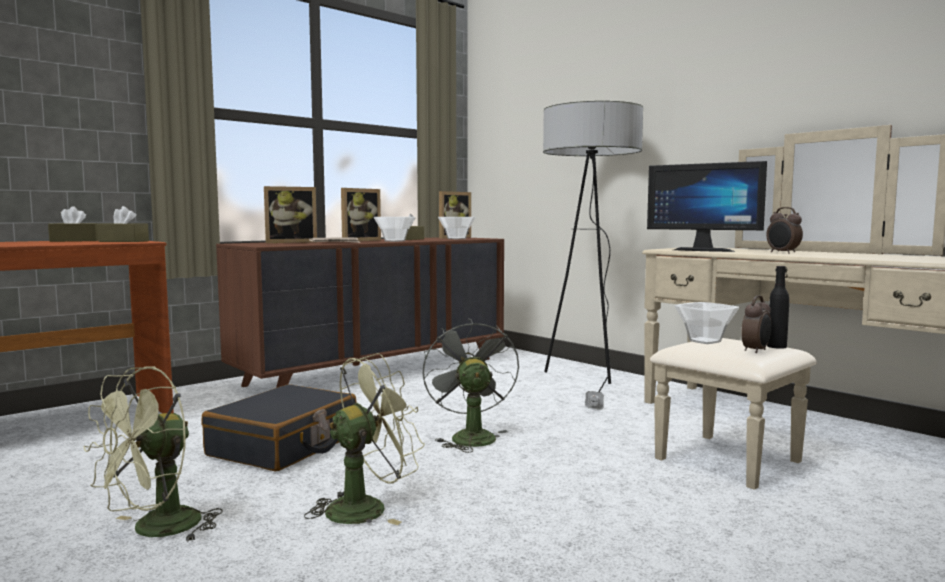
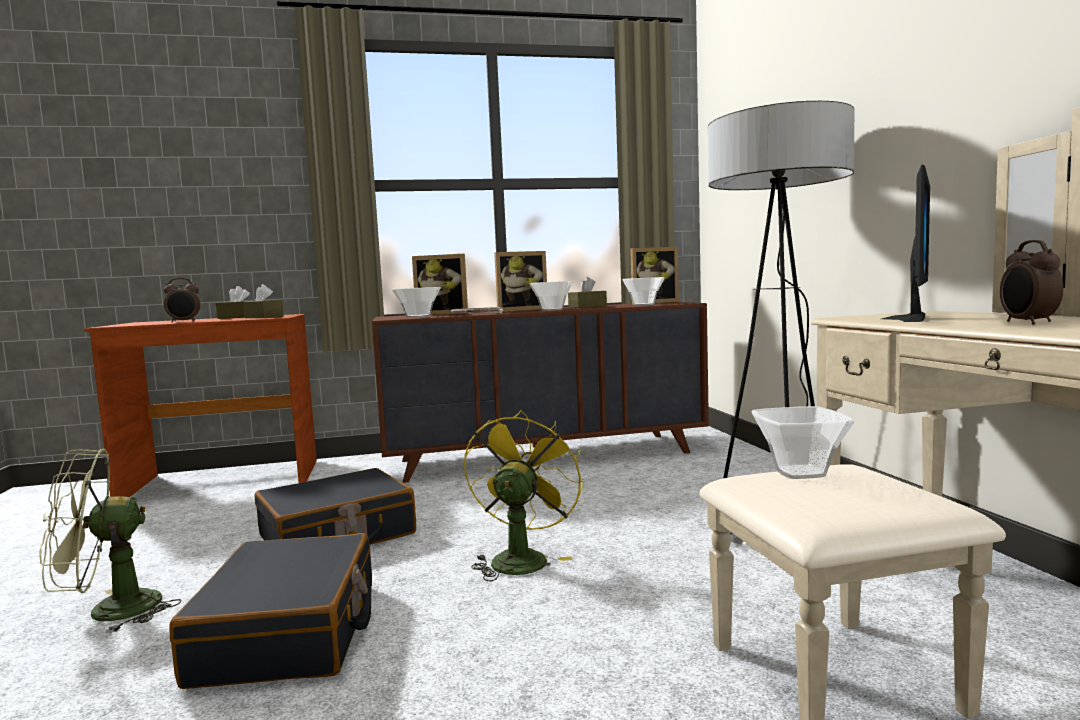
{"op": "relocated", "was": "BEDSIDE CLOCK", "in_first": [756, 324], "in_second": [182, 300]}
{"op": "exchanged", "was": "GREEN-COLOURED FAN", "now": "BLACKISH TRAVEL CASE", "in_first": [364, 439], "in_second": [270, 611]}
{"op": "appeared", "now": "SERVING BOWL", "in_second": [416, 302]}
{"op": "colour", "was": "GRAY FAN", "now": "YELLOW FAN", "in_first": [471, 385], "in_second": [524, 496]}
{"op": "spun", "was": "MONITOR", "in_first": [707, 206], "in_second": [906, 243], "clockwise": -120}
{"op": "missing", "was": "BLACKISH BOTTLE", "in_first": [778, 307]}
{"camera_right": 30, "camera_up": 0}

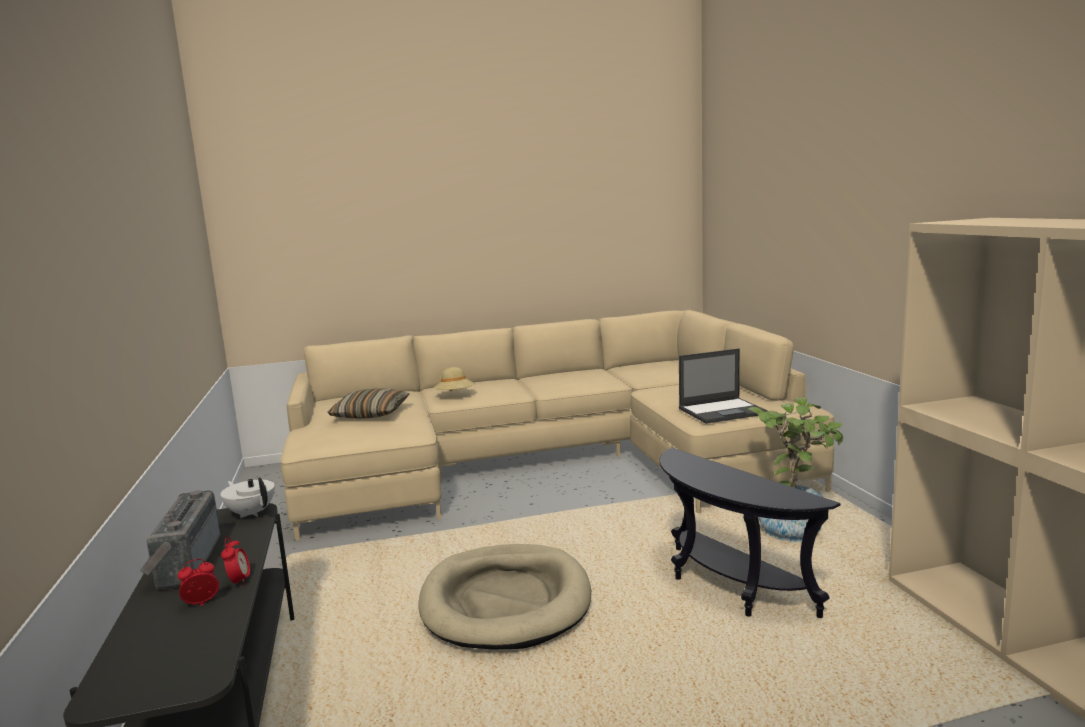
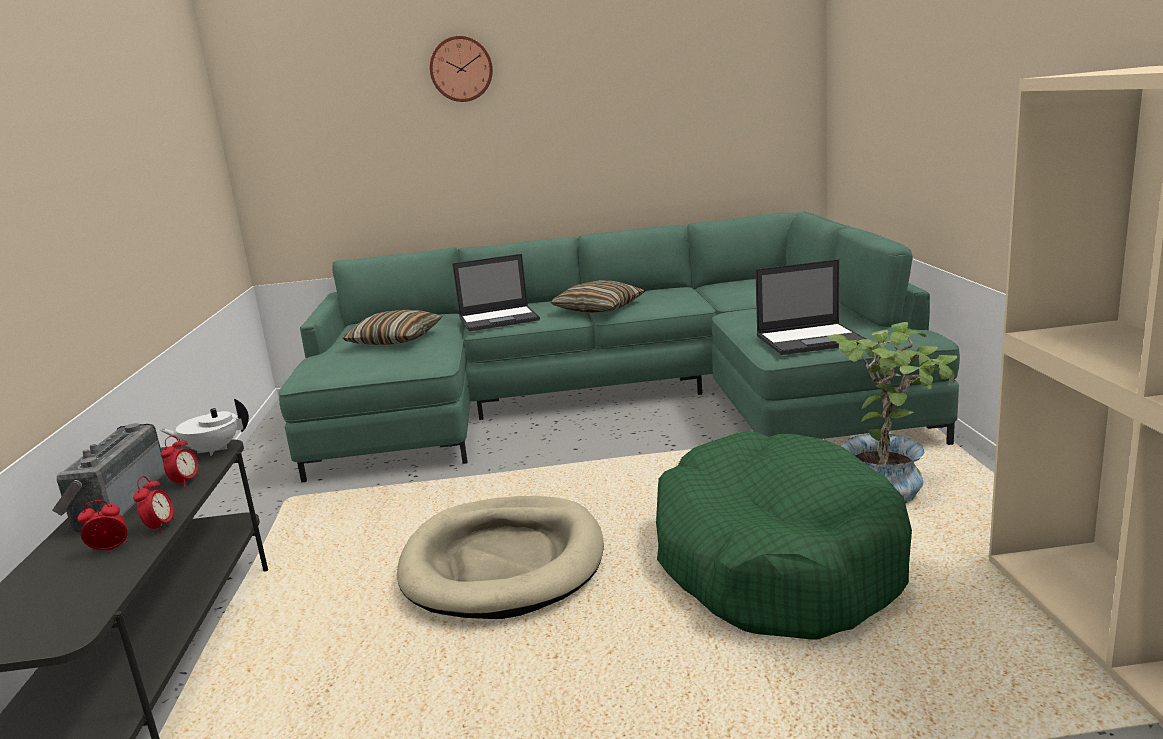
{"op": "spun", "was": "WHITISH TEAPOT", "in_first": [248, 497], "in_second": [204, 427], "clockwise": -60}
{"op": "appeared", "now": "BEDSIDE CLOCK", "in_second": [180, 461]}
{"op": "colour", "was": "SAND-COLOURED COUCH", "now": "GREEN-COLOURED COUCH", "in_first": [557, 425], "in_second": [619, 346]}
{"op": "appeared", "now": "HANGING CLOCK", "in_second": [461, 69]}
{"op": "exchanged", "was": "SAND-COLOURED HAT", "now": "PORTABLE COMPUTER", "in_first": [454, 379], "in_second": [496, 292]}
{"op": "appeared", "now": "THROW PILLOW", "in_second": [598, 296]}
{"op": "exchanged", "was": "BLACKISH ACCENT TABLE", "now": "GREEN-COLOURED DOG CUSHION", "in_first": [750, 533], "in_second": [784, 535]}
{"camera_right": 10, "camera_up": 5}

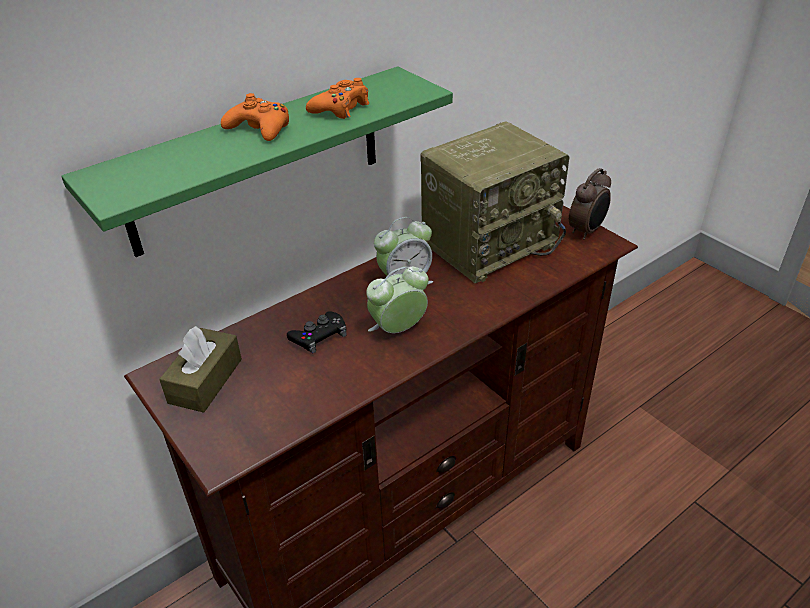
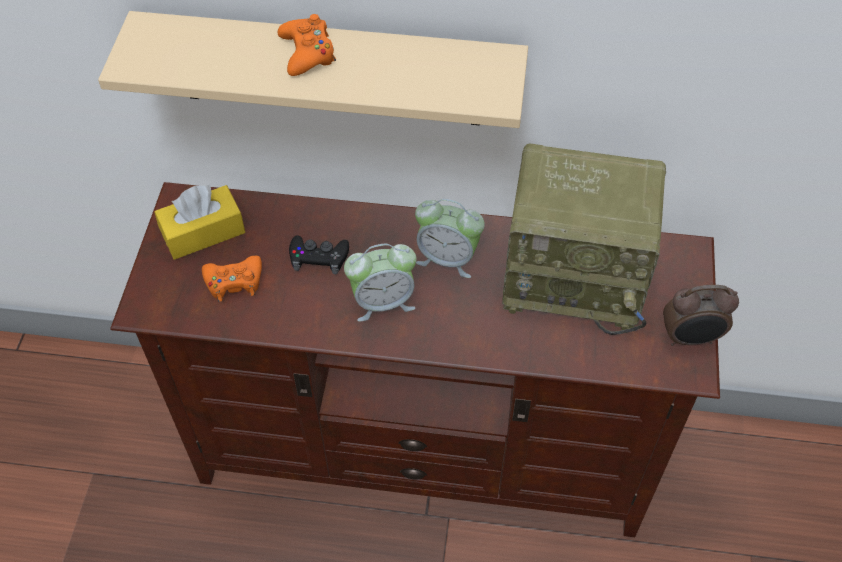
{"op": "colour", "was": "GREEN-COLOURED SHELF", "now": "SAND-COLOURED SHELF", "in_first": [257, 161], "in_second": [313, 69]}
{"op": "colour", "was": "BROWNISH BOX OF TISSUES", "now": "YELLOW BOX OF TISSUES", "in_first": [200, 369], "in_second": [199, 222]}
{"op": "relocated", "was": "ORANGE-COLOURED GAMEPAD", "in_first": [337, 98], "in_second": [232, 279]}
{"op": "spun", "was": "BEDSIDE CLOCK", "in_first": [397, 300], "in_second": [380, 283], "clockwise": 150}
{"camera_right": 45, "camera_up": 15}

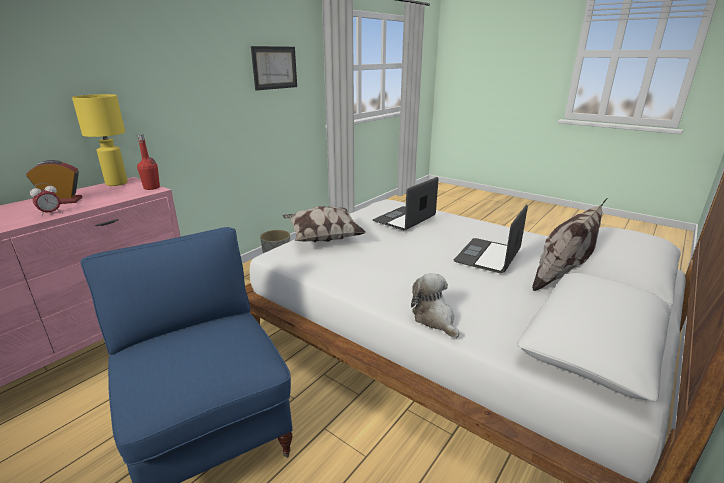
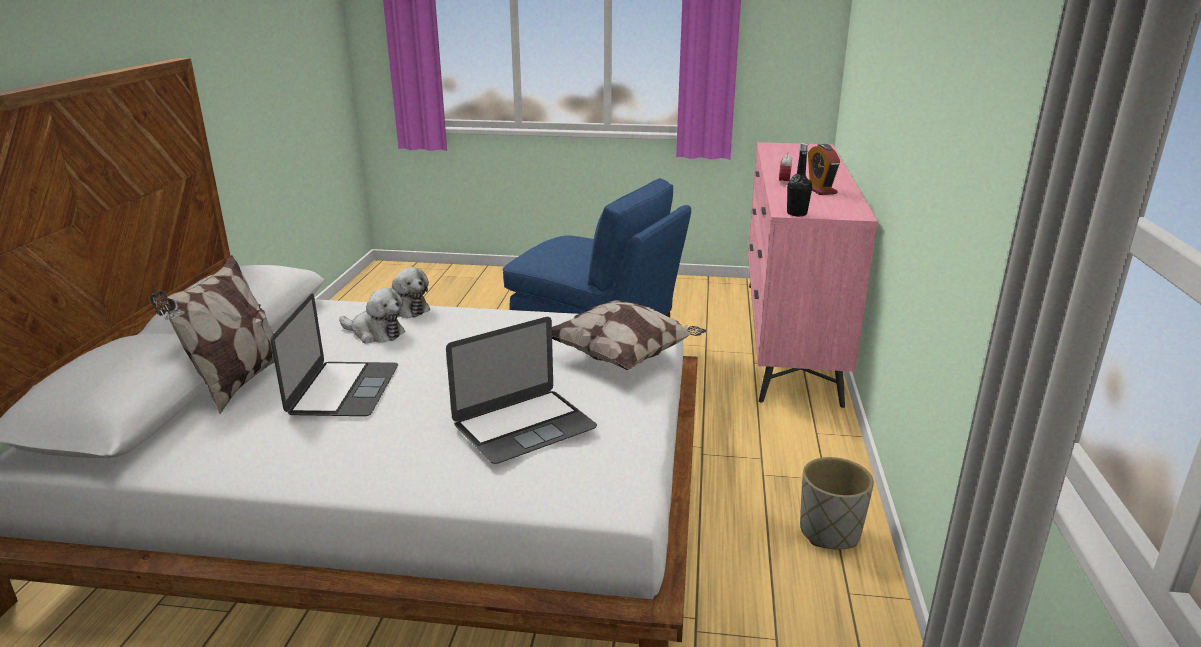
{"op": "appeared", "now": "CUDDLY TOY", "in_second": [372, 315]}
{"op": "spun", "was": "PORTABLE COMPUTER", "in_first": [405, 203], "in_second": [521, 390], "clockwise": 45}
{"op": "colour", "was": "REDDISH BOTTLE", "now": "BLACKISH BOTTLE", "in_first": [148, 162], "in_second": [799, 179]}
{"op": "spun", "was": "BEDSIDE CLOCK", "in_first": [54, 182], "in_second": [824, 169], "clockwise": 120}
{"op": "missing", "was": "YELLOW TABLETOP LAMP", "in_first": [100, 140]}
{"op": "missing", "was": "PICTURE", "in_first": [274, 68]}
{"camera_right": 150, "camera_up": 0}

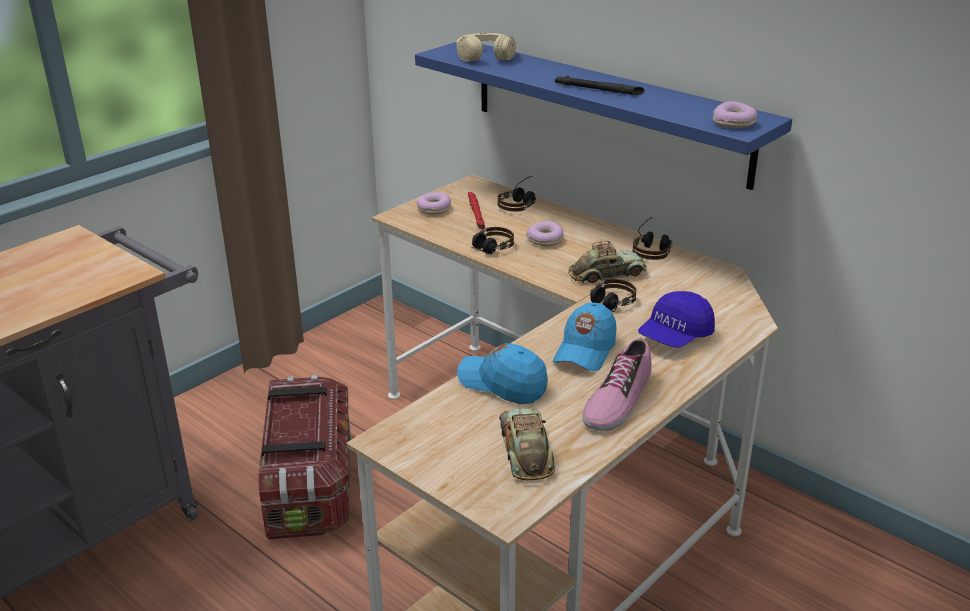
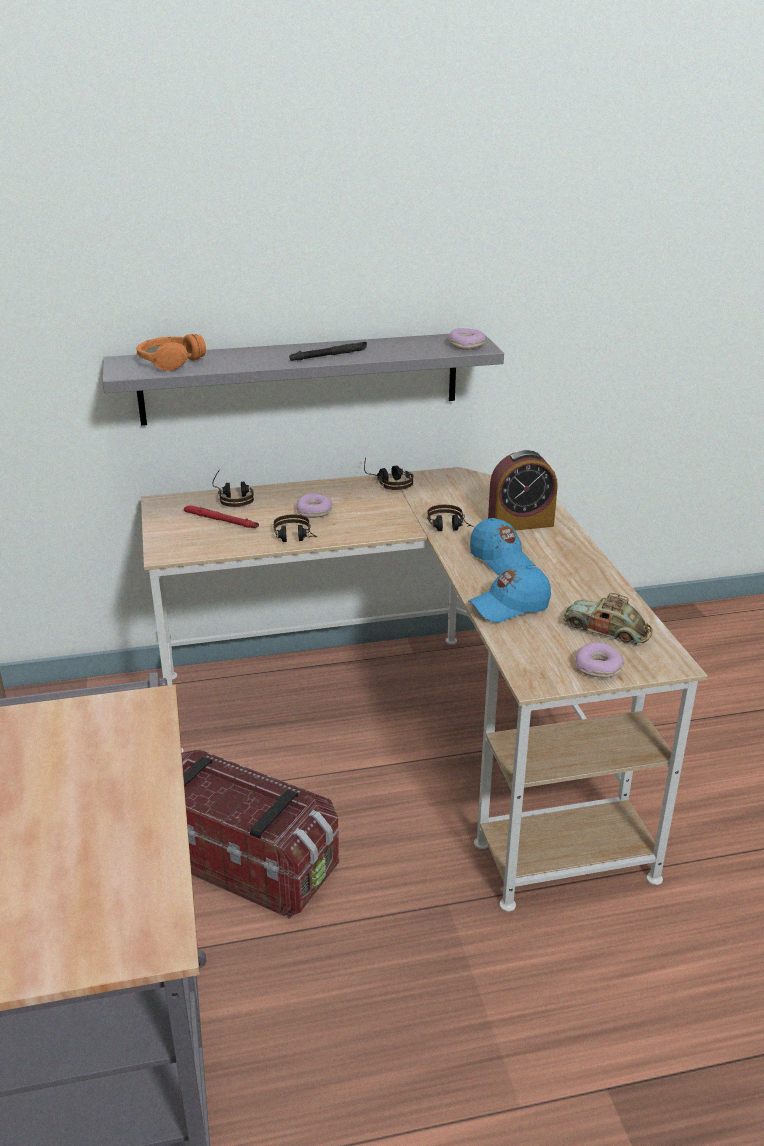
{"op": "colour", "was": "BLUE SHELF", "now": "GRAY SHELF", "in_first": [603, 116], "in_second": [303, 380]}
{"op": "colour", "was": "SAND-COLOURED HEADPHONES", "now": "ORANGE-COLOURED HEADPHONES", "in_first": [486, 47], "in_second": [171, 352]}
{"op": "exchanged", "was": "BLUE CAP", "now": "BEDSIDE CLOCK", "in_first": [676, 319], "in_second": [523, 490]}
{"op": "relocated", "was": "DONUT", "in_first": [433, 203], "in_second": [599, 660]}
{"op": "missing", "was": "MINIATURE CAR", "in_first": [607, 262]}
{"op": "missing", "was": "ITEM OF FOOTWEAR", "in_first": [617, 384]}
{"camera_right": -55, "camera_up": 0}

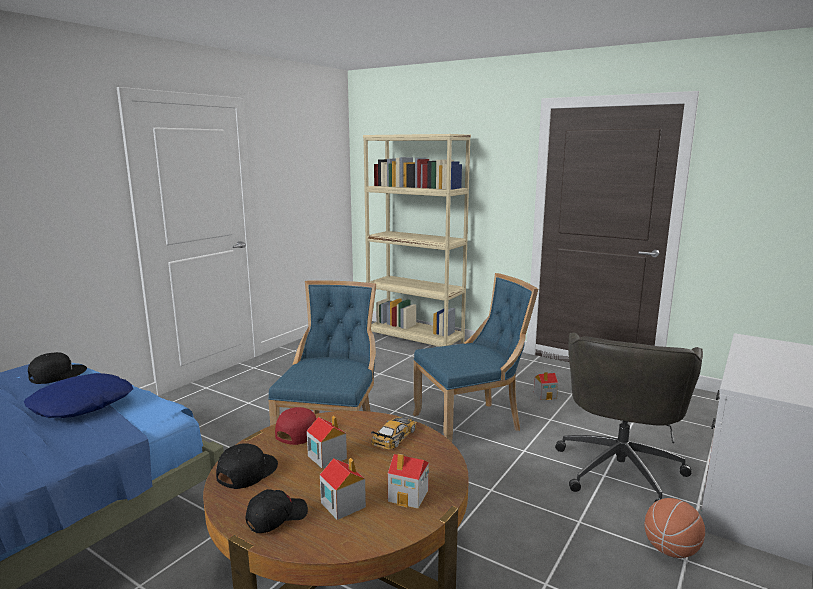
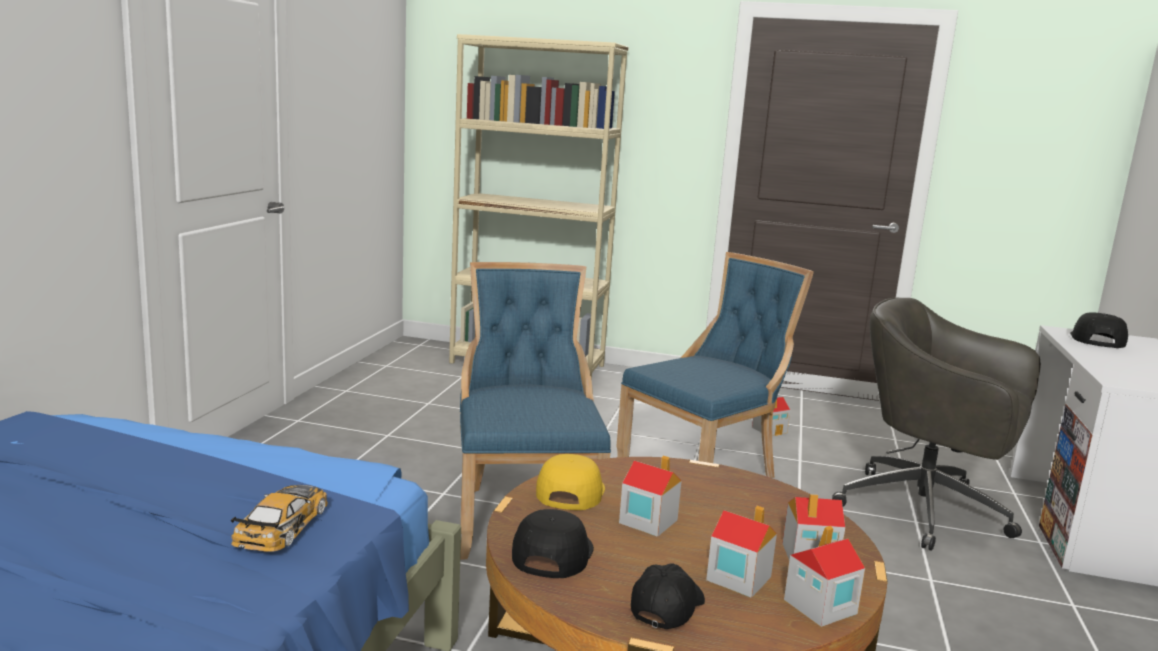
{"op": "relocated", "was": "MINIATURE CAR", "in_first": [393, 433], "in_second": [279, 518]}
{"op": "colour", "was": "REDDISH CAP", "now": "YELLOW CAP", "in_first": [296, 426], "in_second": [570, 482]}
{"op": "appeared", "now": "MINIATURE HOUSE", "in_second": [824, 576]}
{"op": "spun", "was": "GRAY OFFICE CHAIR", "in_first": [629, 417], "in_second": [936, 424], "clockwise": 120}
{"op": "relocated", "was": "BLACKISH CAP", "in_first": [57, 368], "in_second": [1099, 330]}
{"op": "missing", "was": "BLUE THROW PILLOW", "in_first": [78, 395]}
{"op": "missing", "was": "BASKETBALL", "in_first": [674, 528]}
{"camera_right": -20, "camera_up": 0}

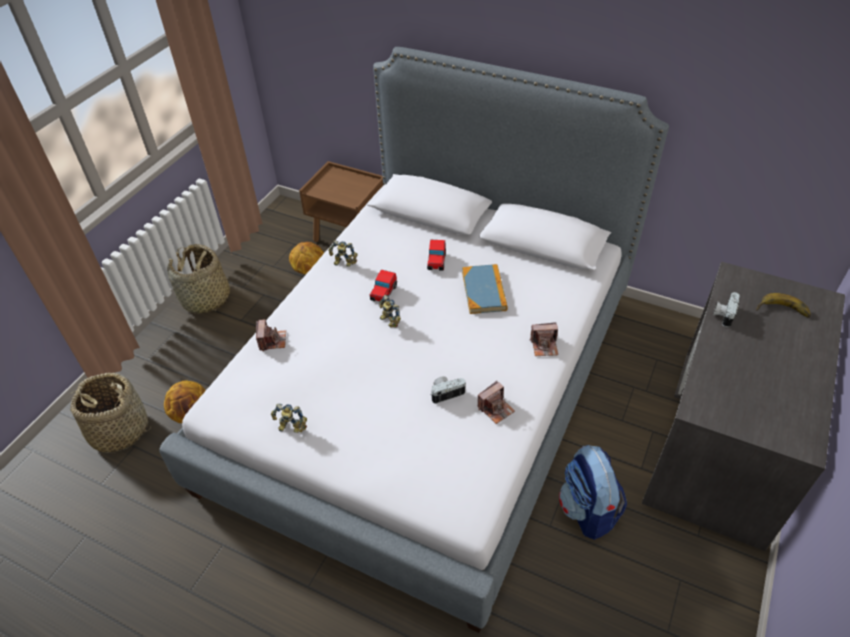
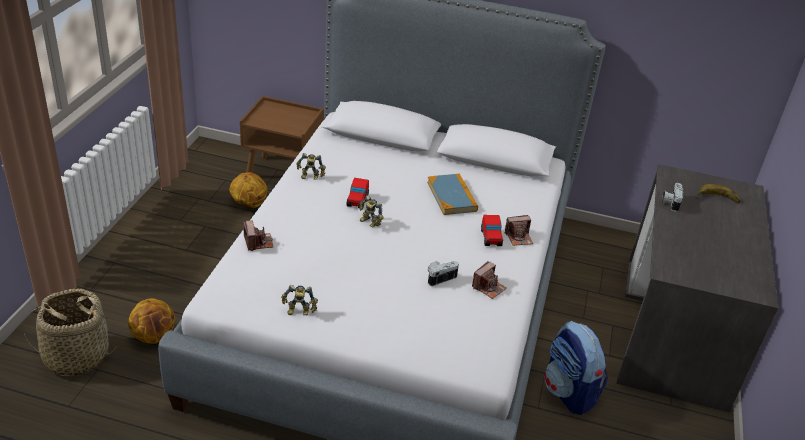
{"op": "relocated", "was": "MINIATURE CAR", "in_first": [436, 255], "in_second": [492, 230]}
{"op": "missing", "was": "STORAGE BASKET", "in_first": [198, 279]}
{"camera_right": -15, "camera_up": -10}

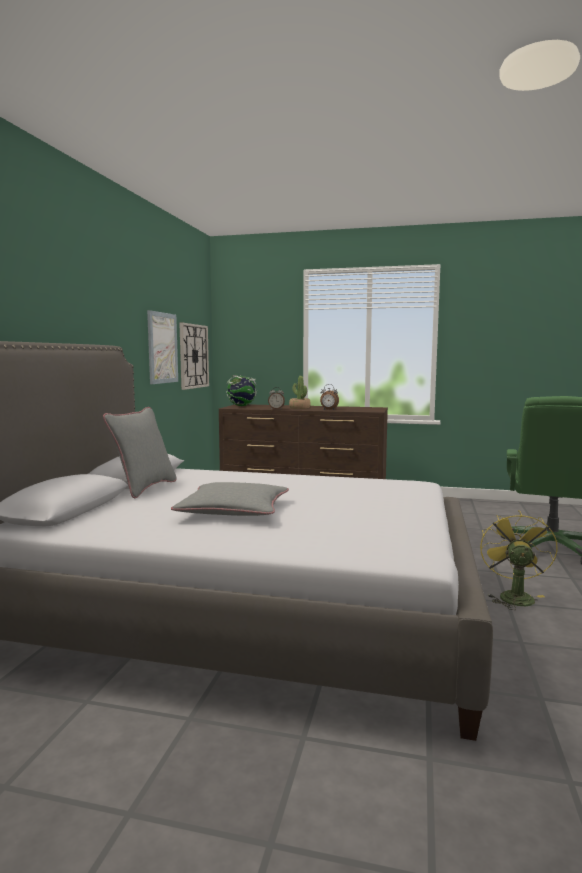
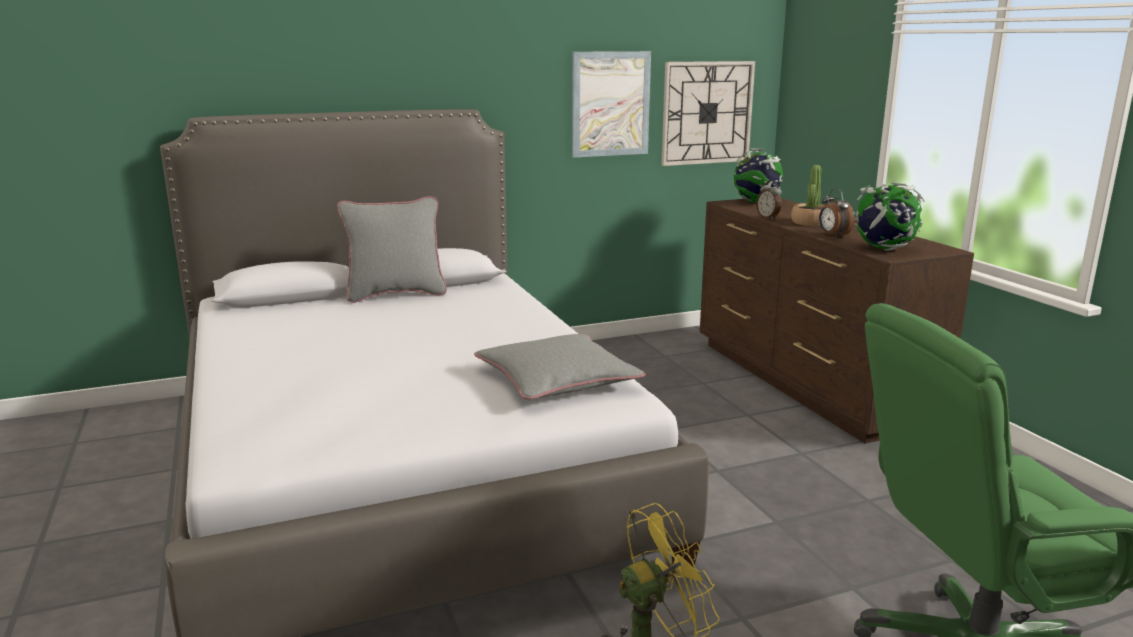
{"op": "relocated", "was": "GRAY THROW PILLOW", "in_first": [230, 499], "in_second": [560, 366]}
{"op": "appeared", "now": "WORLD GLOBE", "in_second": [888, 216]}
{"camera_right": 55, "camera_up": 10}

